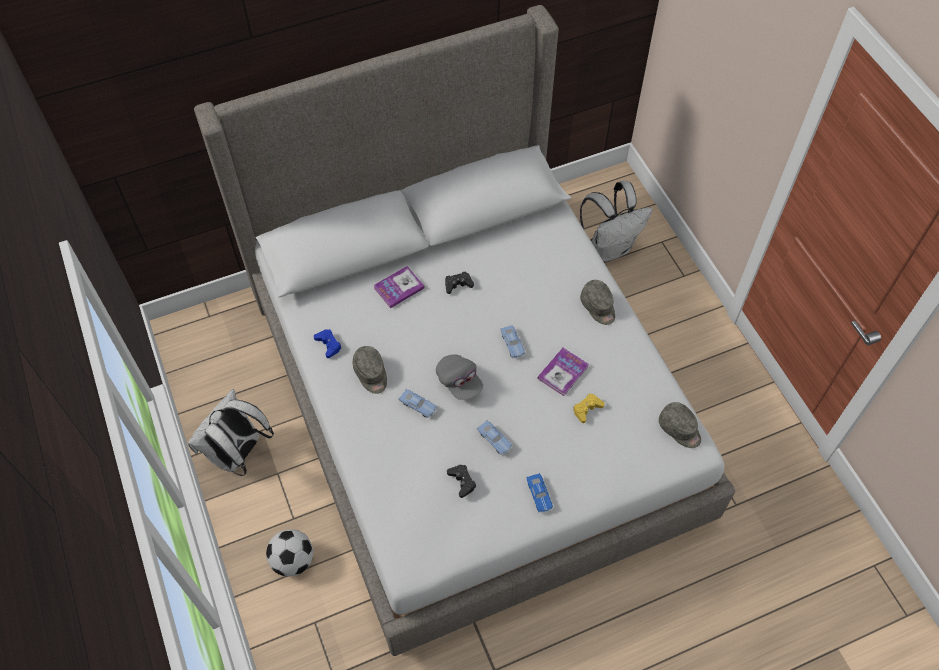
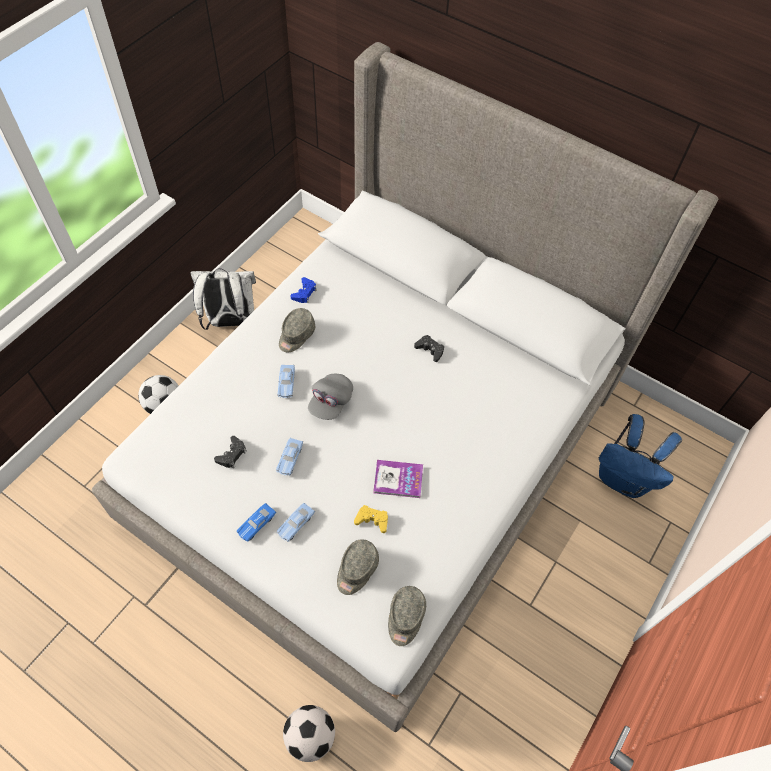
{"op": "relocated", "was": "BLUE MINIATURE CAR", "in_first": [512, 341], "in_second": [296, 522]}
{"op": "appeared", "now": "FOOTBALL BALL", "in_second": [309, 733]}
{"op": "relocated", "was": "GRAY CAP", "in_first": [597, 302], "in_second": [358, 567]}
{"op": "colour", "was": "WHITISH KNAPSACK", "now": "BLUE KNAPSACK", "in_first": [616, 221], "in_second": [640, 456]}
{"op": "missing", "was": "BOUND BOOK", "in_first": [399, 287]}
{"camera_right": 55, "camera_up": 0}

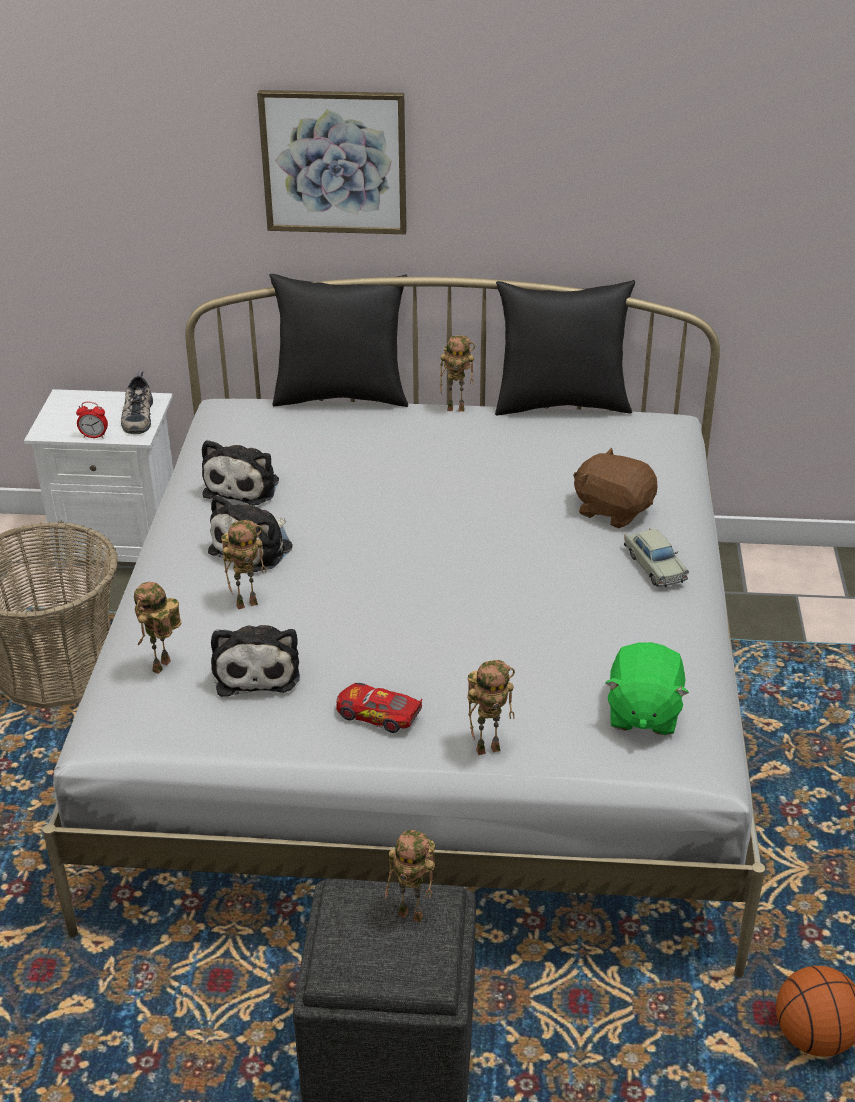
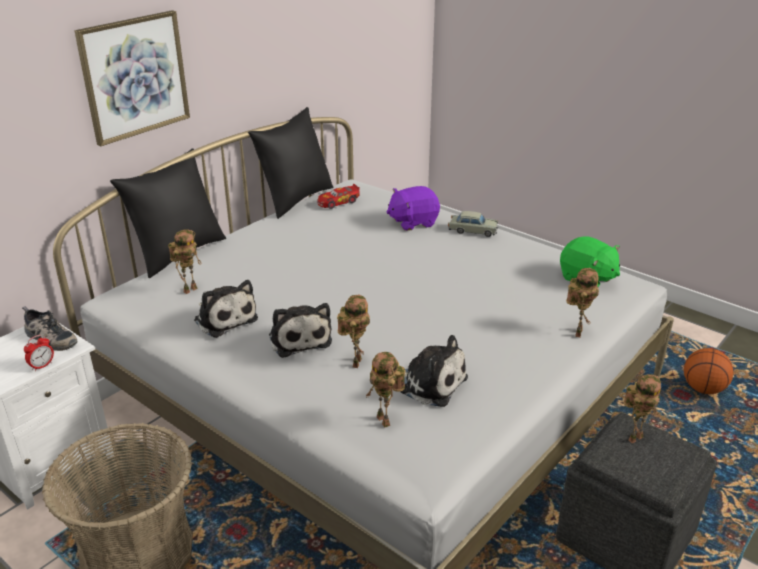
{"op": "relocated", "was": "ROBOT FIGURE", "in_first": [457, 374], "in_second": [184, 261]}
{"op": "relocated", "was": "MINIATURE CAR", "in_first": [379, 708], "in_second": [338, 196]}
{"op": "colour", "was": "BROWNISH CUDDLY TOY", "now": "PURPLE-COLOURED CUDDLY TOY", "in_first": [615, 488], "in_second": [413, 208]}
{"camera_right": -55, "camera_up": -5}

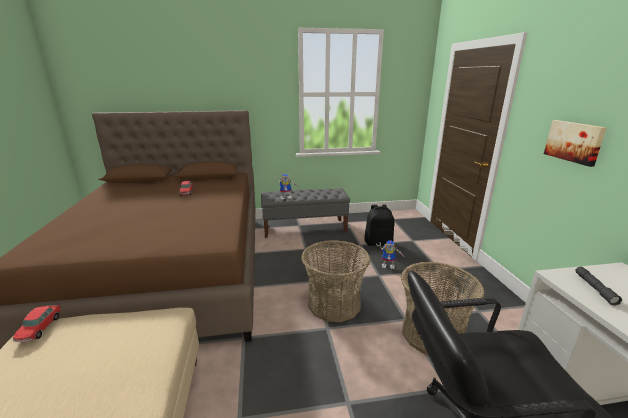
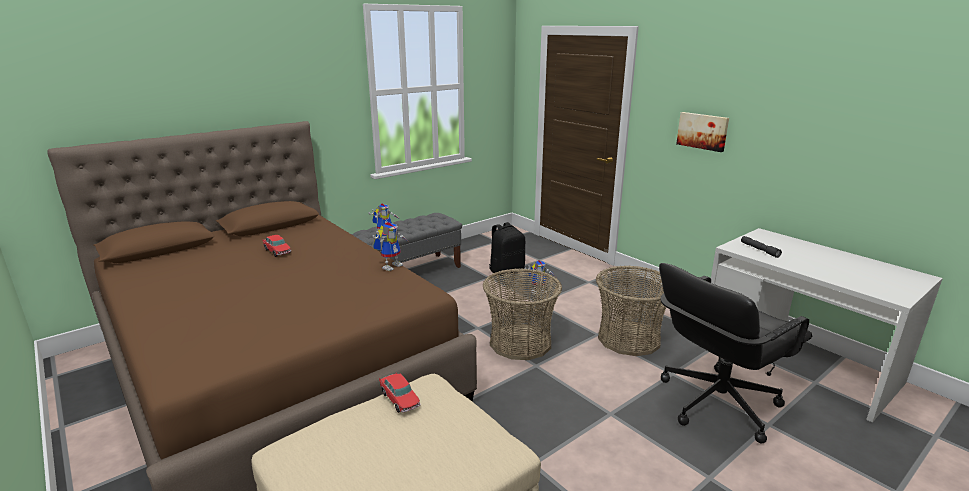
{"op": "appeared", "now": "ROBOT FIGURE", "in_second": [391, 246]}
{"op": "relocated", "was": "MINIATURE CAR", "in_first": [37, 323], "in_second": [400, 392]}
{"camera_right": -30, "camera_up": 0}

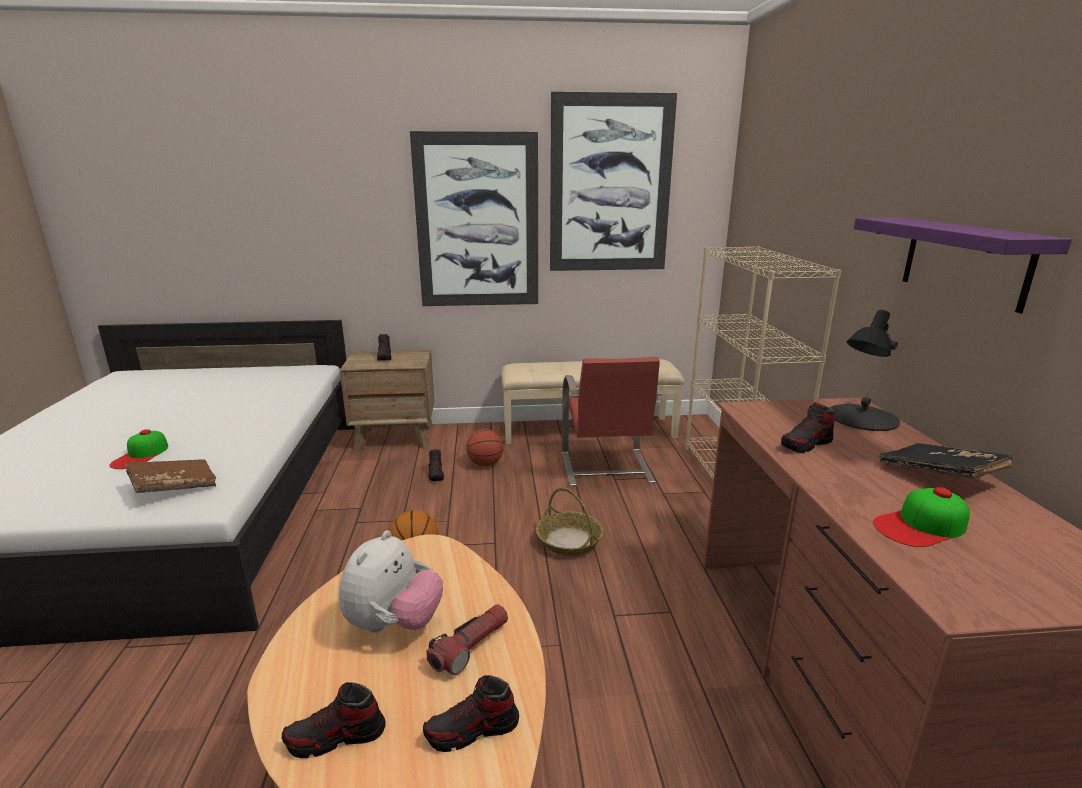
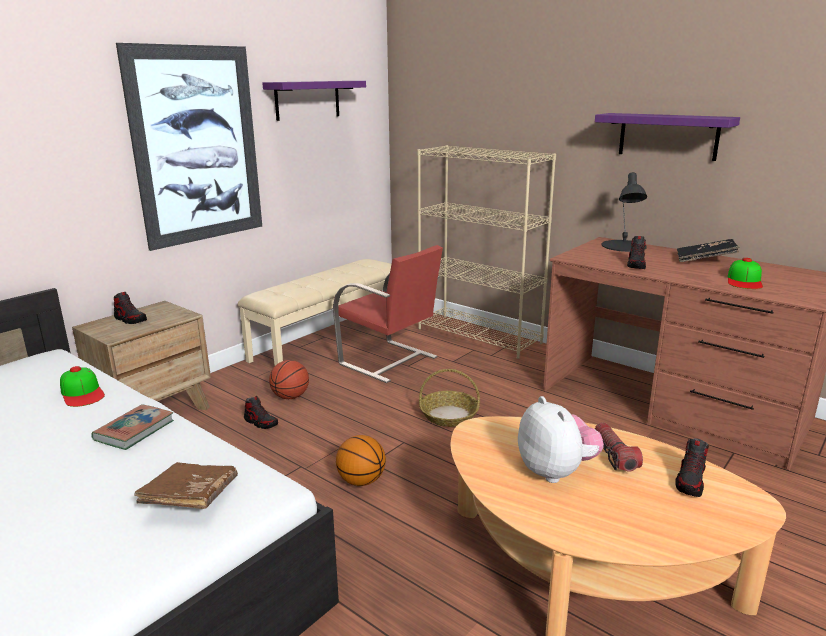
{"op": "relocated", "was": "CAP", "in_first": [139, 449], "in_second": [82, 386]}
{"op": "appeared", "now": "BOUND BOOK", "in_second": [132, 427]}
{"op": "exchanged", "was": "PICTURE", "now": "PURPLE-COLOURED SHELF", "in_first": [613, 181], "in_second": [314, 101]}
{"op": "missing", "was": "ITEM OF FOOTWEAR", "in_first": [334, 720]}
{"camera_right": -45, "camera_up": 0}

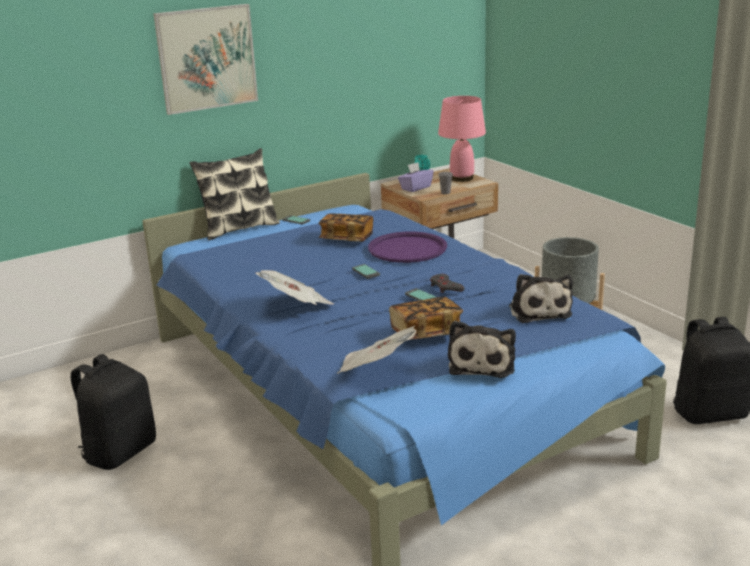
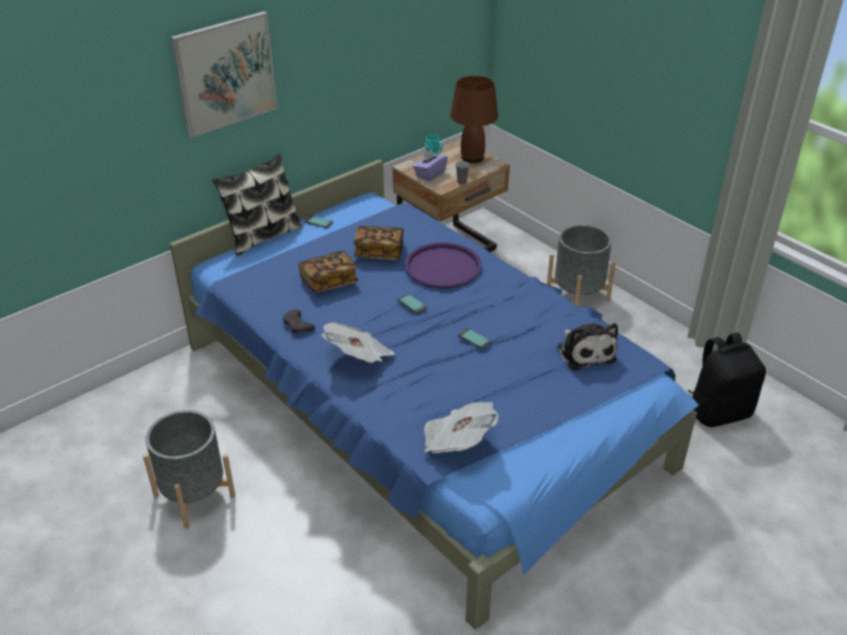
{"op": "exchanged", "was": "BLACKISH KNAPSACK", "now": "GRAY FLOWER POT", "in_first": [113, 412], "in_second": [189, 469]}
{"op": "relocated", "was": "GRAY GAMEPAD", "in_first": [447, 283], "in_second": [299, 322]}
{"op": "relocated", "was": "BOUND BOOK", "in_first": [426, 318], "in_second": [328, 272]}
{"op": "colour", "was": "PINK TABLETOP LAMP", "now": "BROWNISH TABLETOP LAMP", "in_first": [462, 139], "in_second": [474, 119]}
{"op": "missing", "was": "CUDDLY TOY", "in_first": [482, 349]}
{"camera_right": -10, "camera_up": 15}

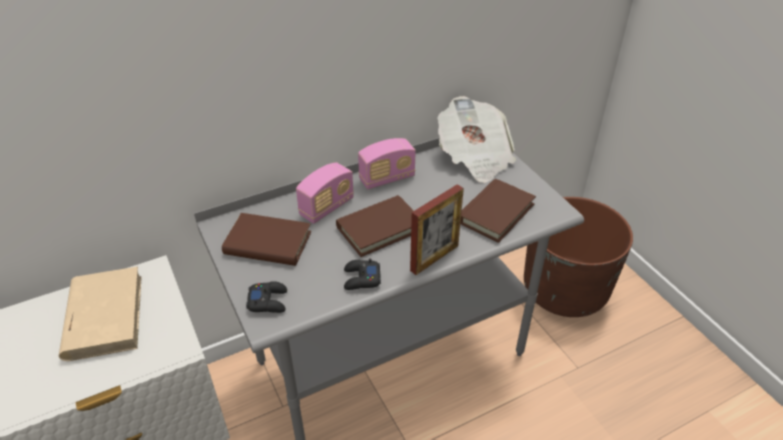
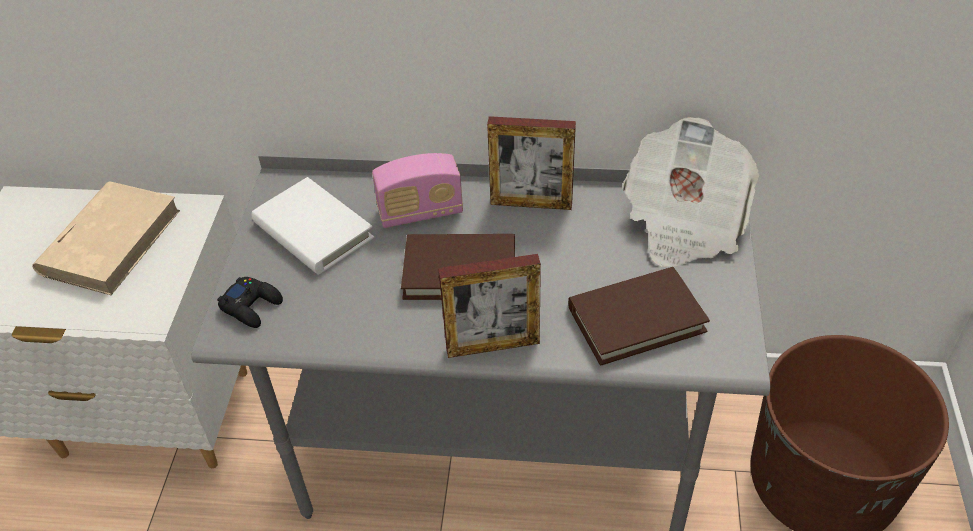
{"op": "colour", "was": "BROWNISH BOUND BOOK", "now": "WHITISH BOUND BOOK", "in_first": [266, 239], "in_second": [312, 226]}
{"op": "exchanged", "was": "RADIO", "now": "STANDING FRAME", "in_first": [387, 163], "in_second": [531, 163]}
{"op": "missing", "was": "BLACKISH GAMEPAD", "in_first": [362, 274]}
{"camera_right": 35, "camera_up": 5}

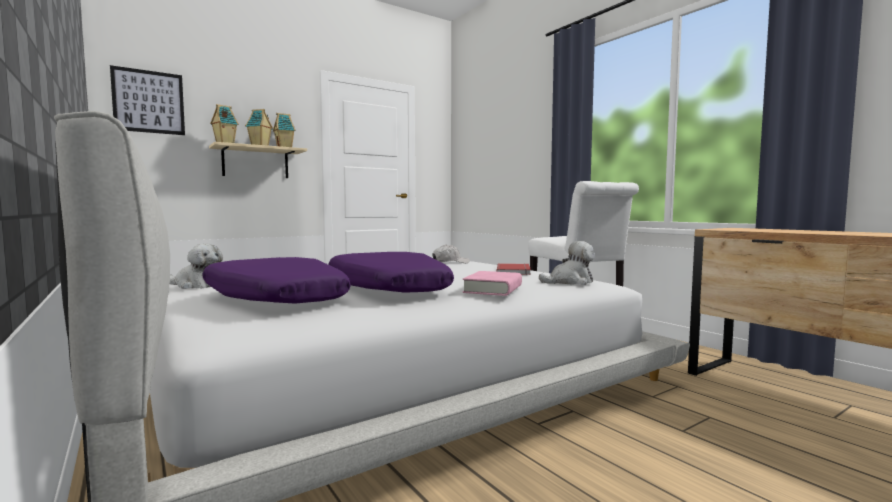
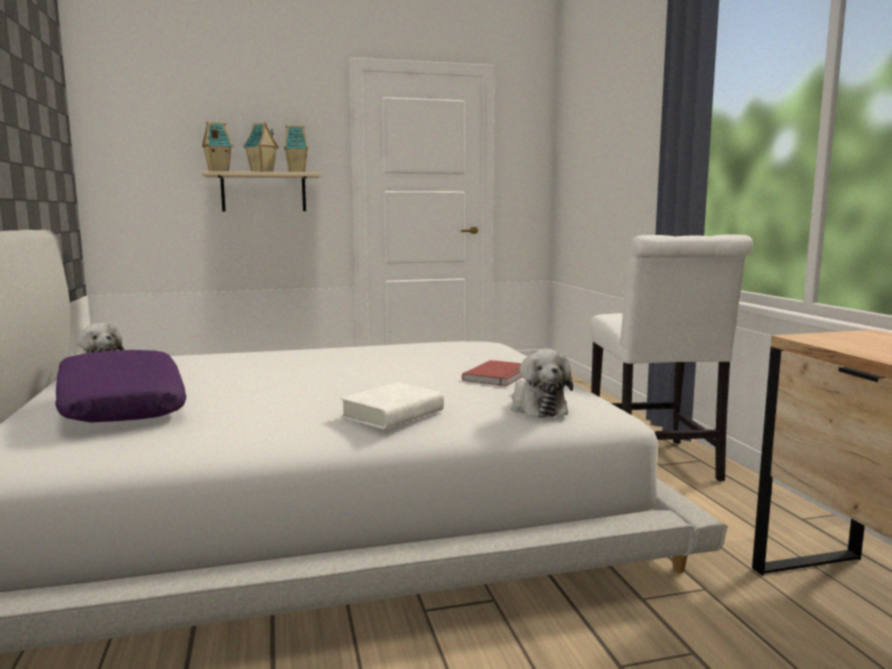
{"op": "colour", "was": "PINK BOUND BOOK", "now": "WHITISH BOUND BOOK", "in_first": [492, 283], "in_second": [392, 405]}
{"op": "spun", "was": "CUDDLY TOY", "in_first": [567, 263], "in_second": [542, 383], "clockwise": 75}
{"op": "missing", "was": "PICTURE", "in_first": [147, 100]}
{"op": "missing", "was": "PURPLE-COLOURED THROW PILLOW", "in_first": [391, 272]}
{"op": "missing", "was": "WHITISH CAP", "in_first": [451, 254]}
{"camera_right": 20, "camera_up": 5}

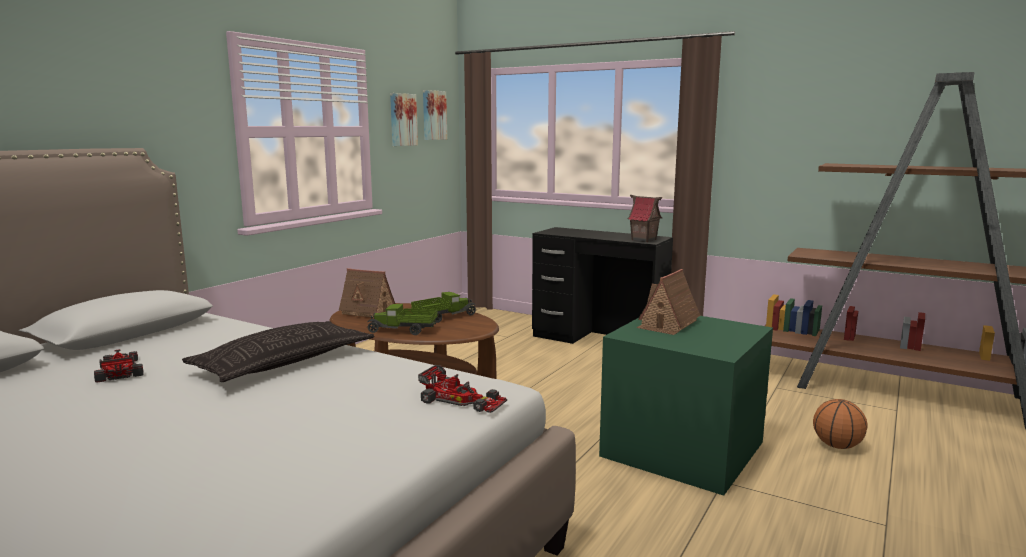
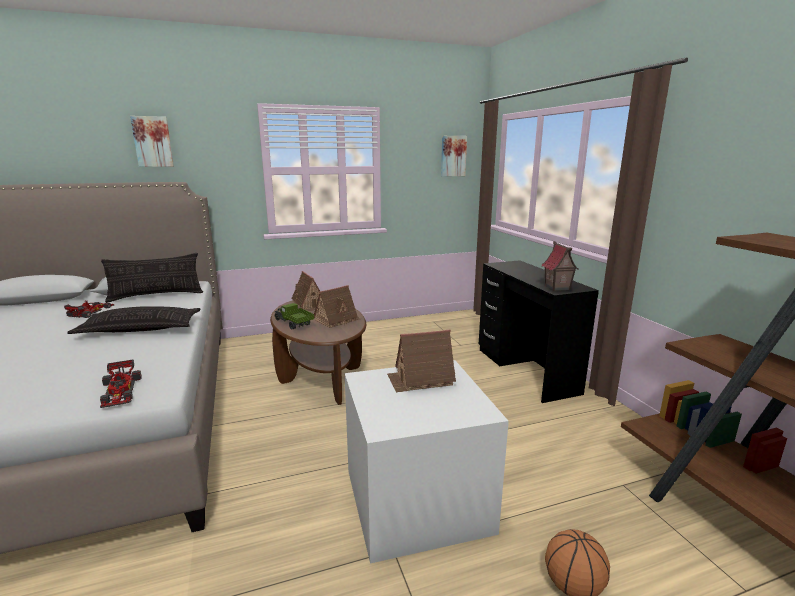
{"op": "appeared", "now": "THROW PILLOW", "in_second": [152, 278]}
{"op": "relocated", "was": "PICTURE", "in_first": [404, 119], "in_second": [152, 141]}
{"op": "exchanged", "was": "TOY LORRY", "now": "MINIATURE HOUSE", "in_first": [444, 307], "in_second": [338, 306]}
{"op": "colour", "was": "GREEN-COLOURED STORAGE BIN", "now": "WHITISH STORAGE BIN", "in_first": [686, 406], "in_second": [427, 461]}
{"camera_right": 40, "camera_up": 5}

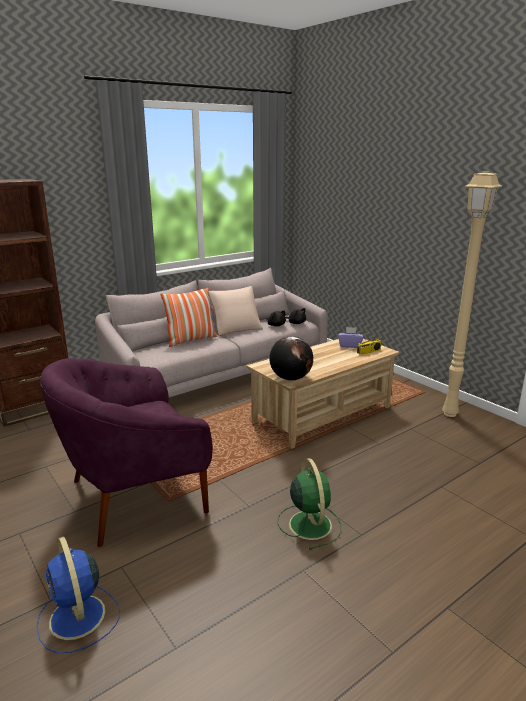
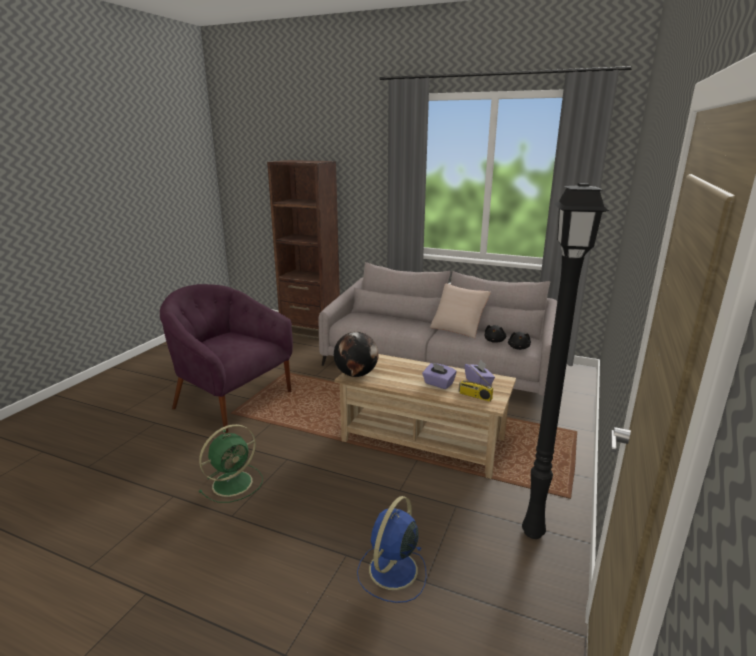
{"op": "relocated", "was": "BLUE FAN", "in_first": [78, 595], "in_second": [391, 549]}
{"op": "appeared", "now": "PURPLE-COLOURED BOX OF TISSUES", "in_second": [439, 376]}
{"op": "colour", "was": "SAND-COLOURED STANDARD LAMP", "now": "BLACKISH STANDARD LAMP", "in_first": [471, 294], "in_second": [565, 361]}
{"op": "missing", "was": "THROW PILLOW", "in_first": [188, 317]}
{"camera_right": 60, "camera_up": 0}

